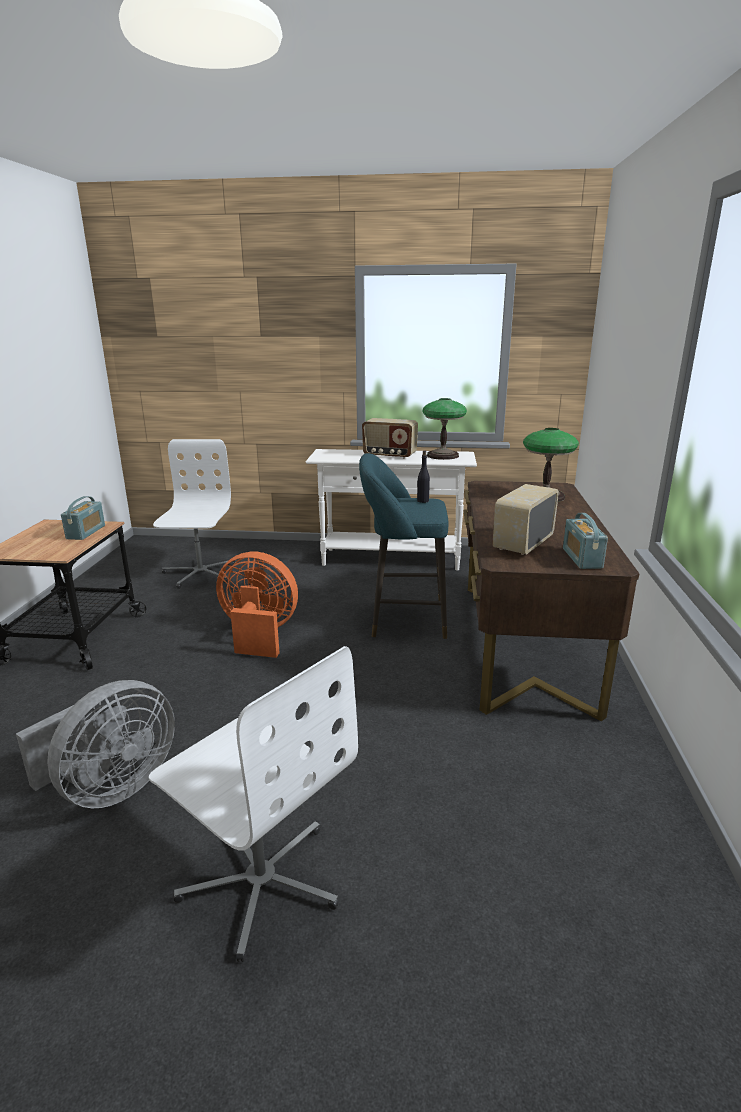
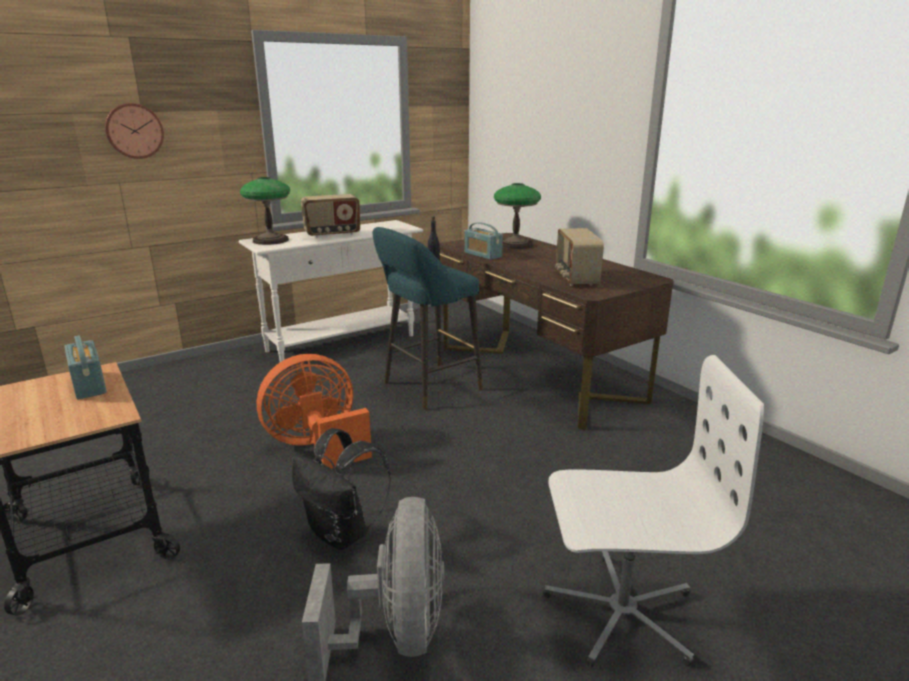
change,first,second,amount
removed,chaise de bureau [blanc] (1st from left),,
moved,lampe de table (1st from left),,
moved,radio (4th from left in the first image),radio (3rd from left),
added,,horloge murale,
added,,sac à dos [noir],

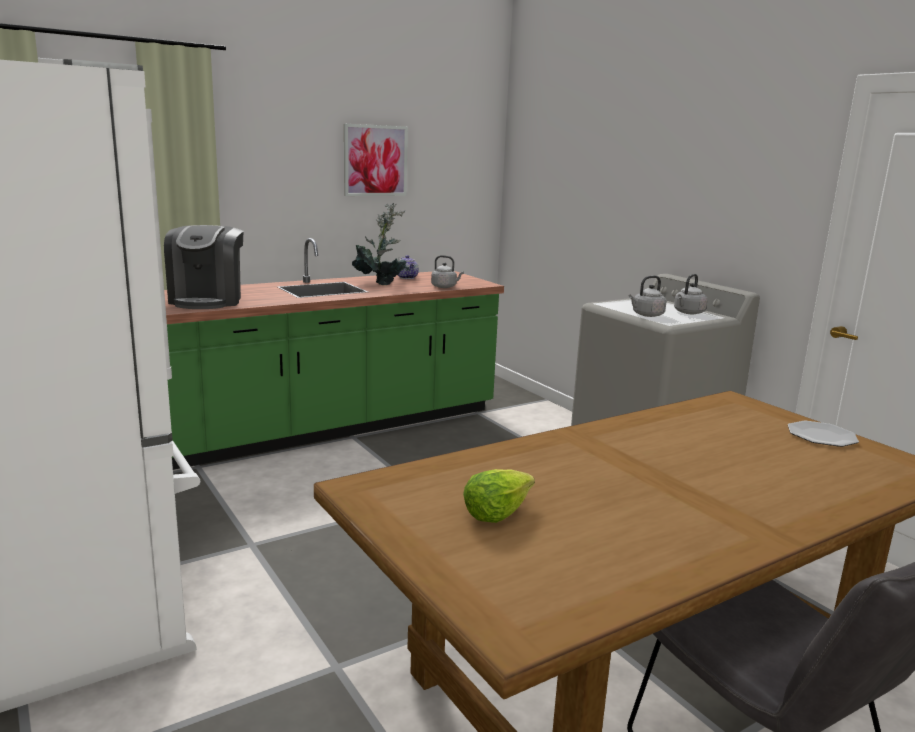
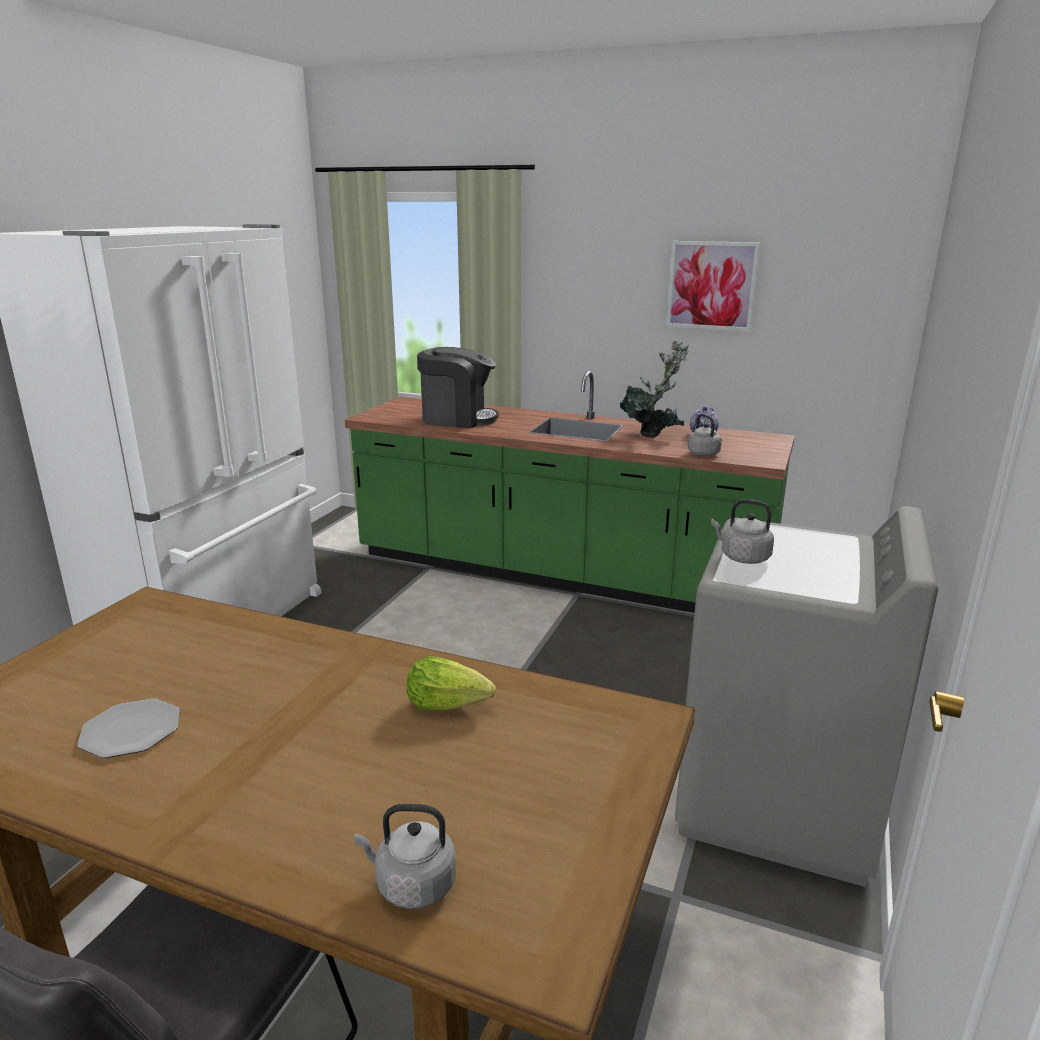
change,first,second,amount
turned,machine à café,,135 degrees counterclockwise
moved,laitue,,
moved,bouilloire [gris] (3rd from left in the first image),bouilloire [gris] (1st from left),
moved,assiette,,

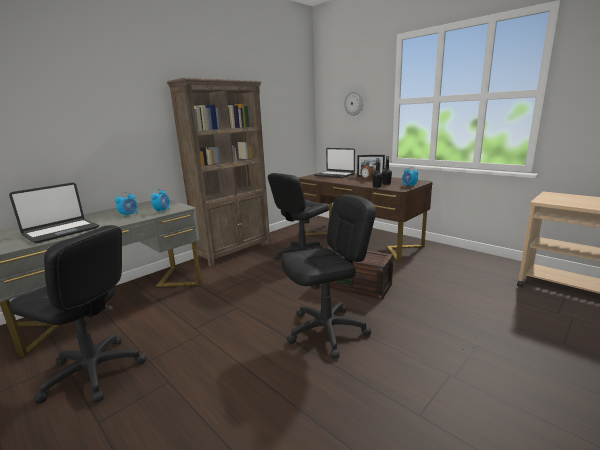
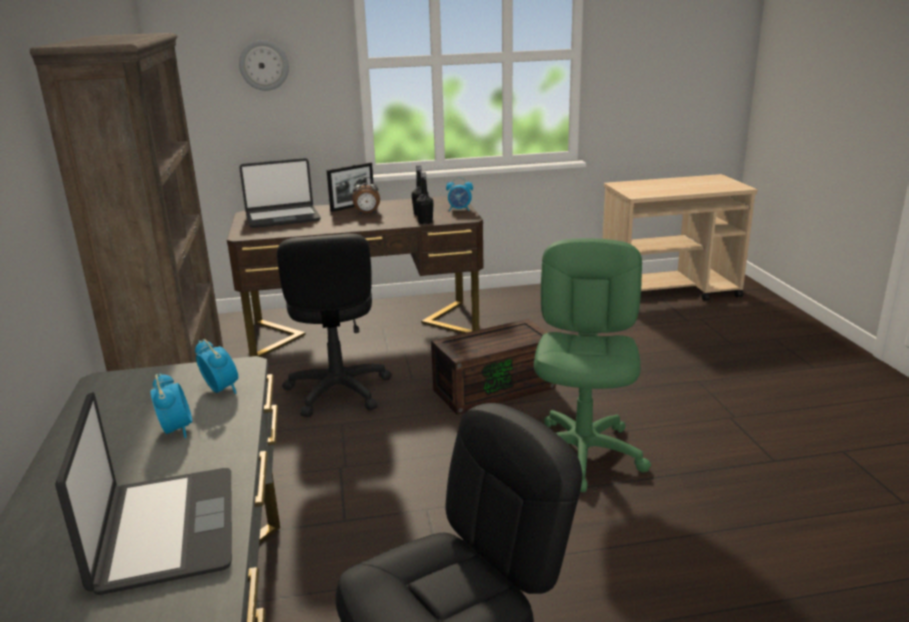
change,first,second,amount
recoloured,chaise de bureau [noir] (3rd from left),chaise de bureau [vert],

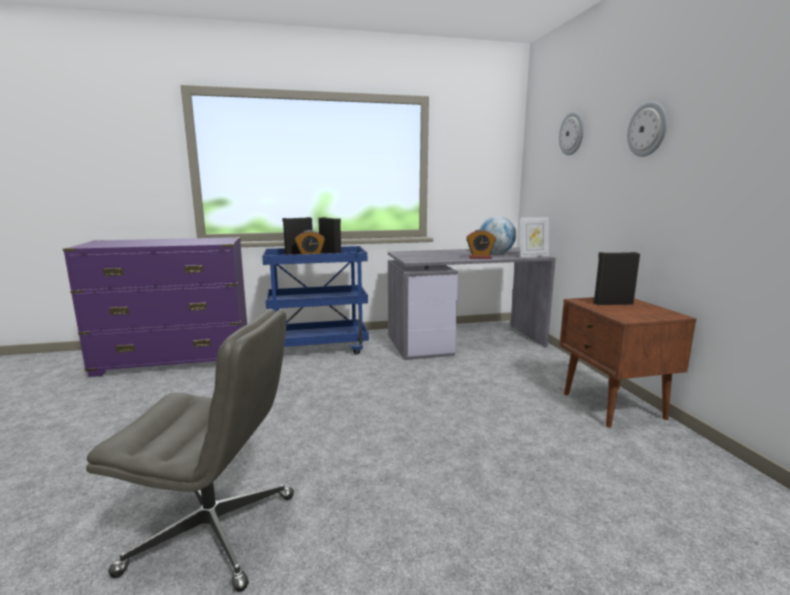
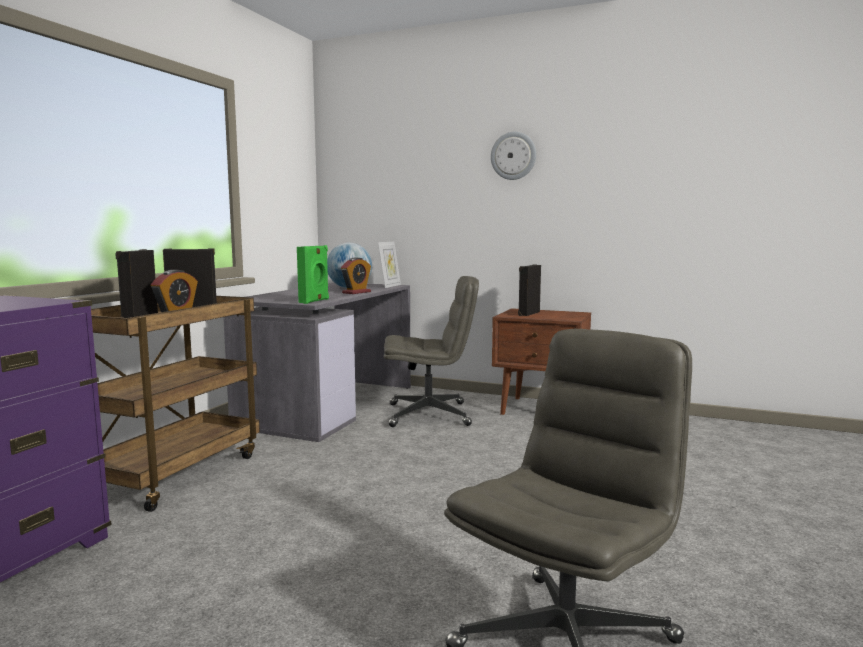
change,first,second,amount
recoloured,chariot [bleu],chariot [marron],
removed,horloge murale (1st from left),,
added,,enceinte [vert],
added,,chaise de bureau [gris] (1st from left),

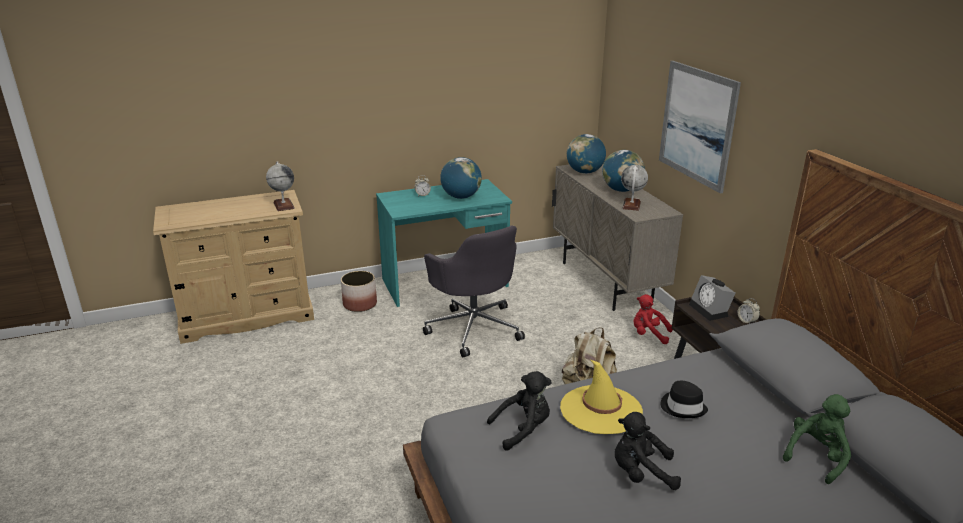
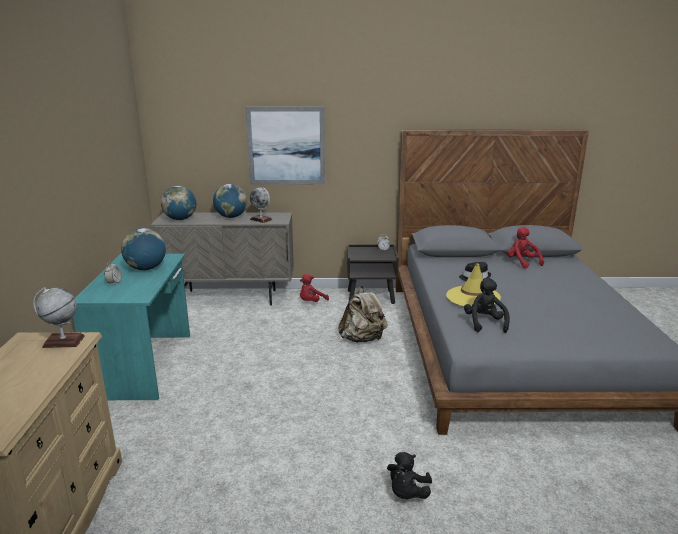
change,first,second,amount
removed,cache-pot,,
removed,chaise de bureau [gris],,
moved,peluche [noir] (2nd from left in the first image),peluche [noir] (1st from left),
removed,réveil (2nd from left),,
recoloured,peluche [vert],peluche [rouge] (2nd from left),

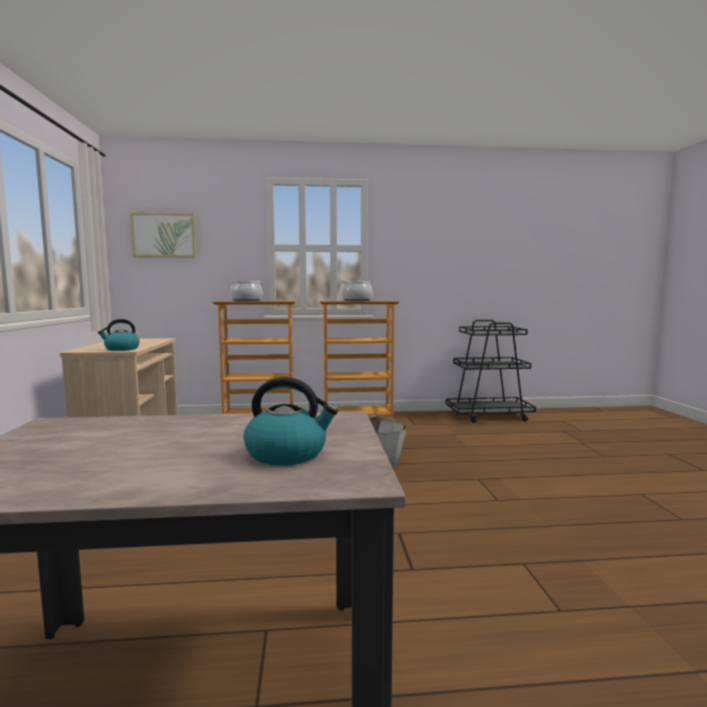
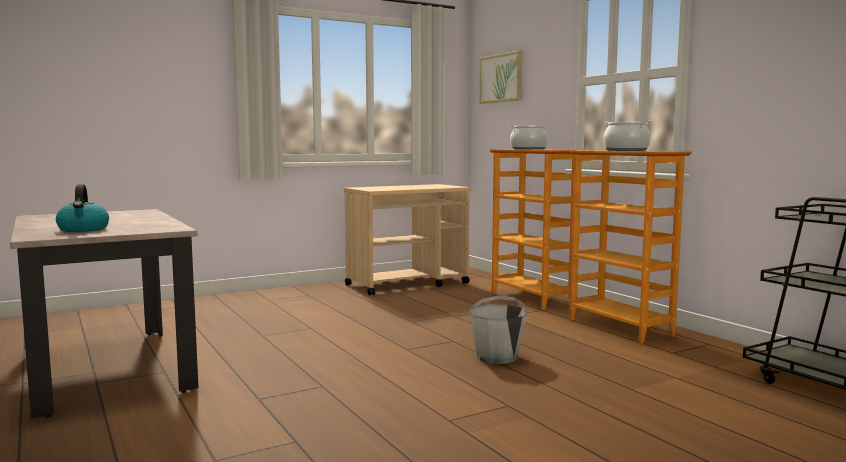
change,first,second,amount
removed,bouilloire (1st from left),,

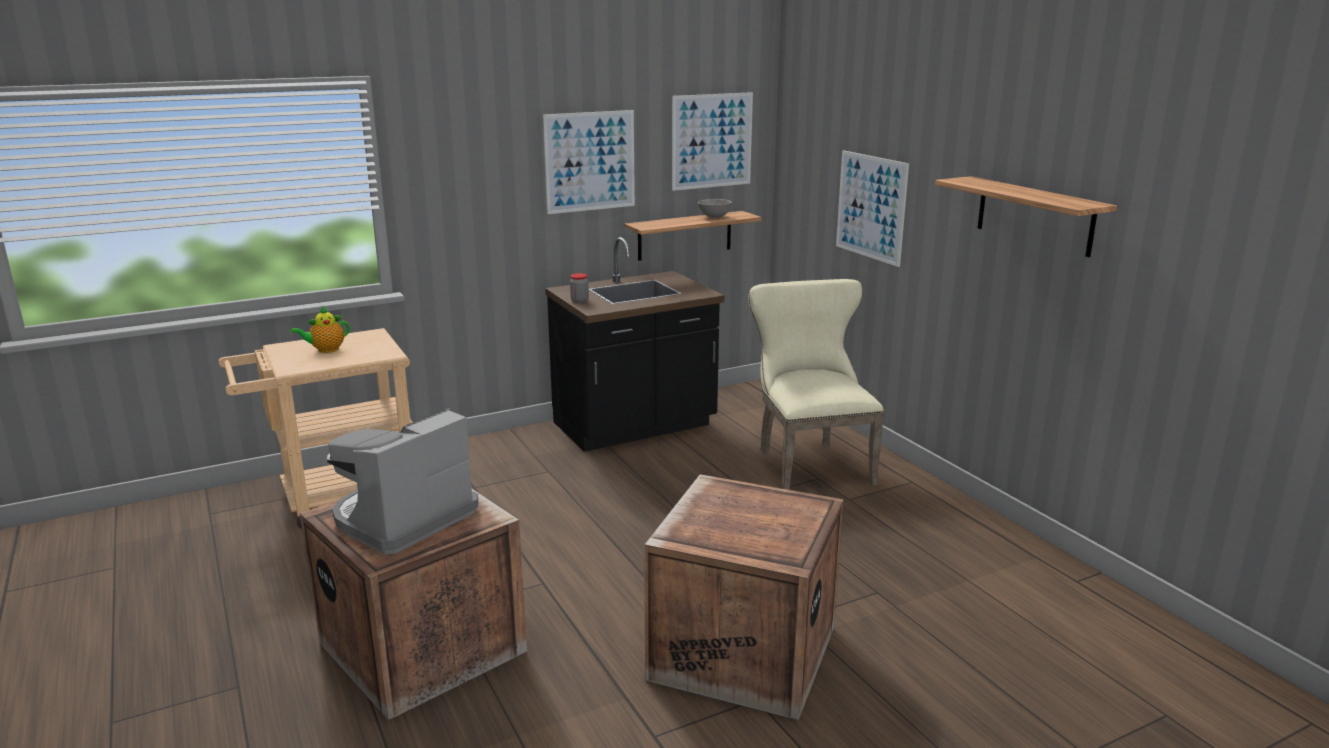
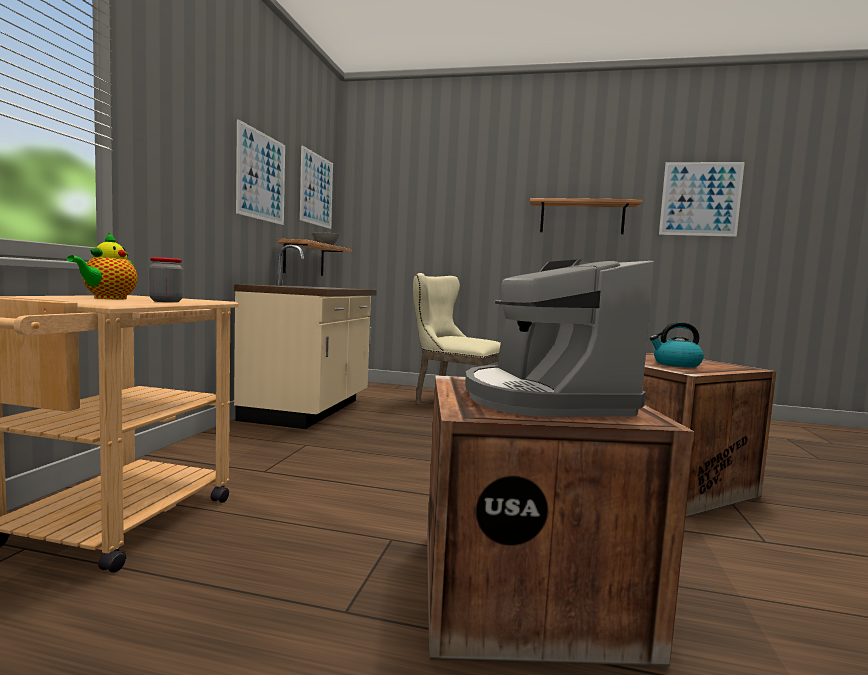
change,first,second,amount
recoloured,comptoir de cuisine [noir],comptoir de cuisine [beige],
moved,bocal,,
moved,tableau (3rd from left),,
added,,bouilloire,

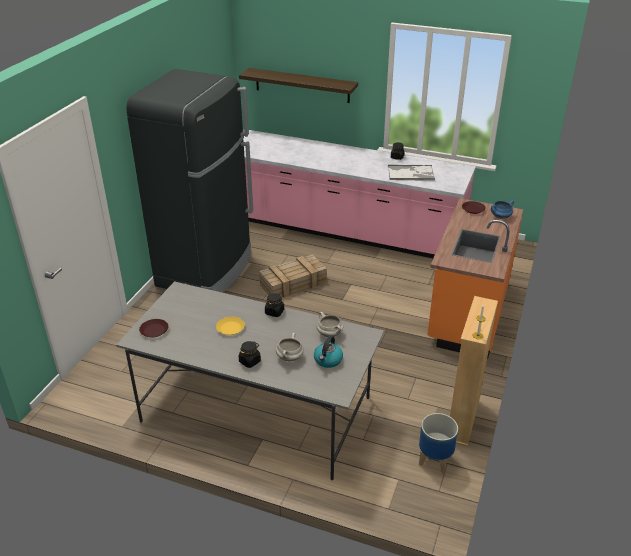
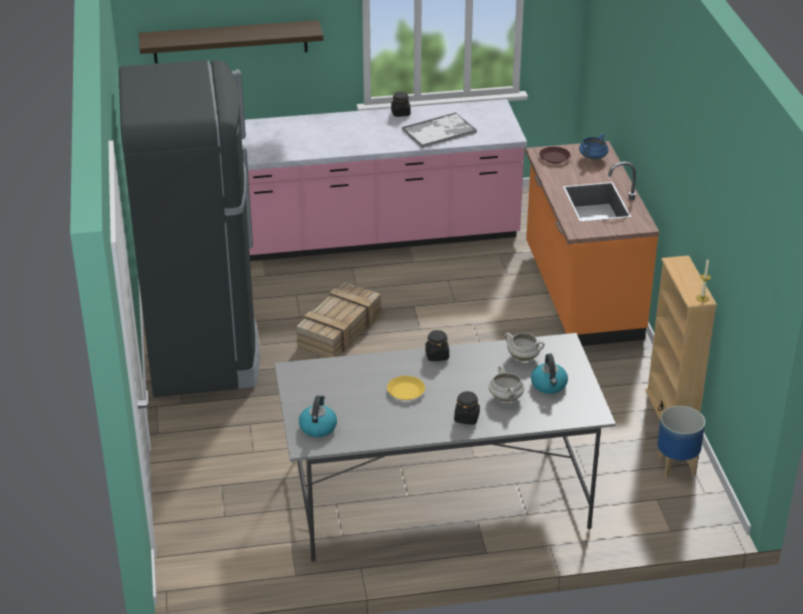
change,first,second,amount
replaced,assiette [marron] (1st from left),bouilloire (1st from left),

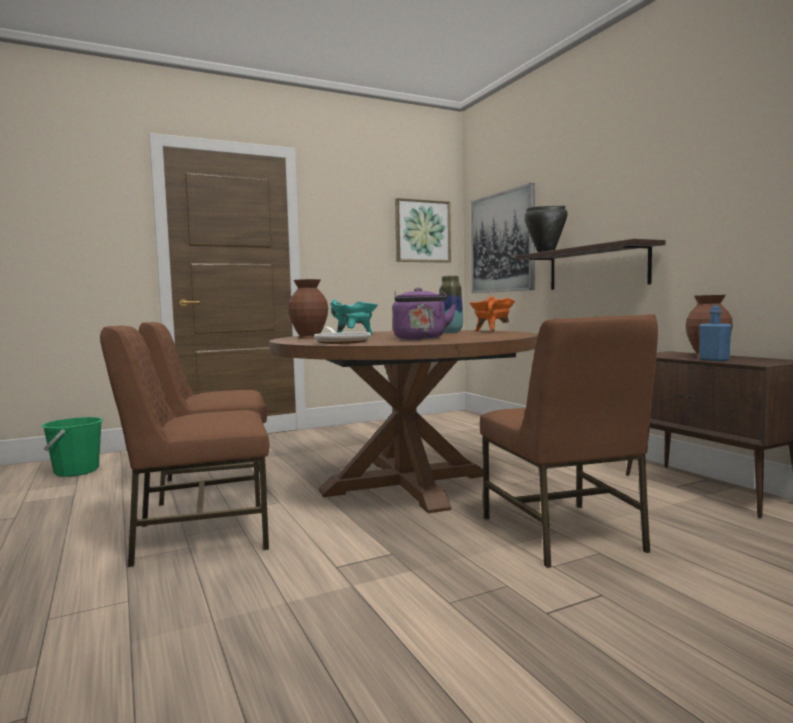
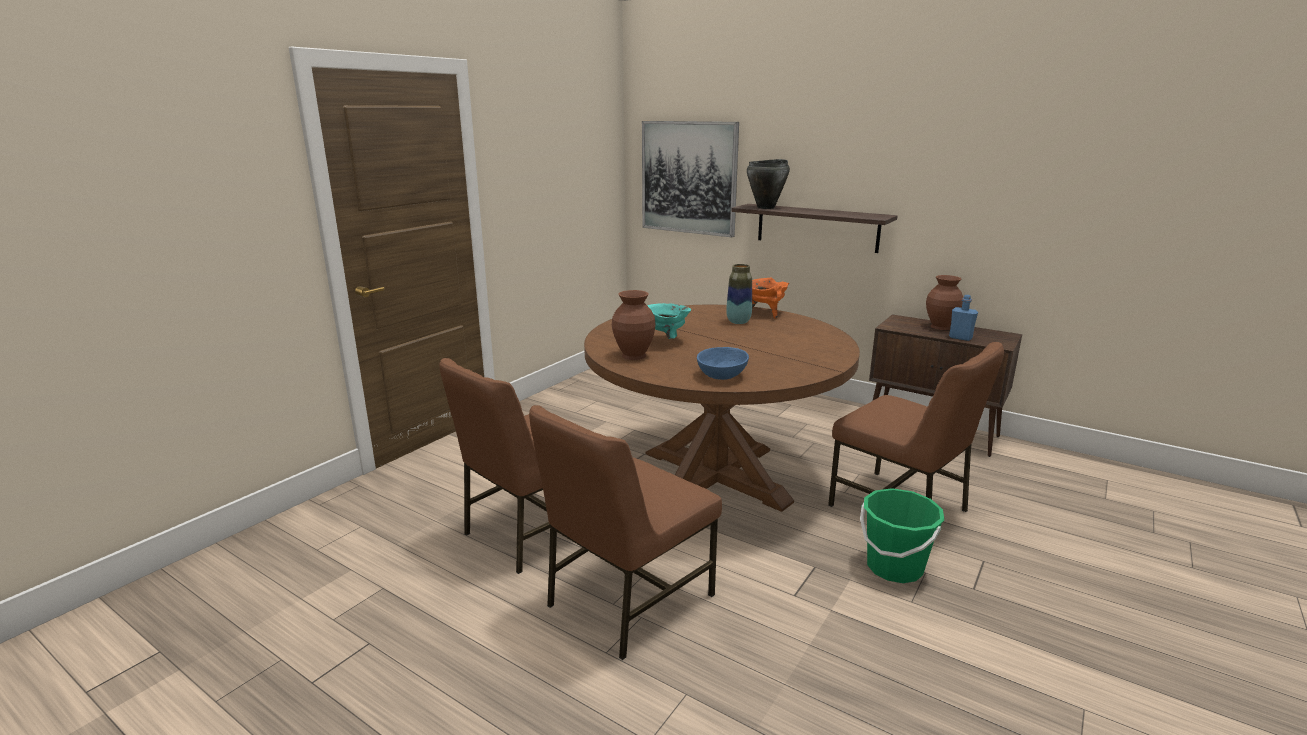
change,first,second,amount
moved,seau [vert],,
replaced,poêle,bol [bleu],
removed,bouilloire [violet],,
removed,tableau (1st from left),,

